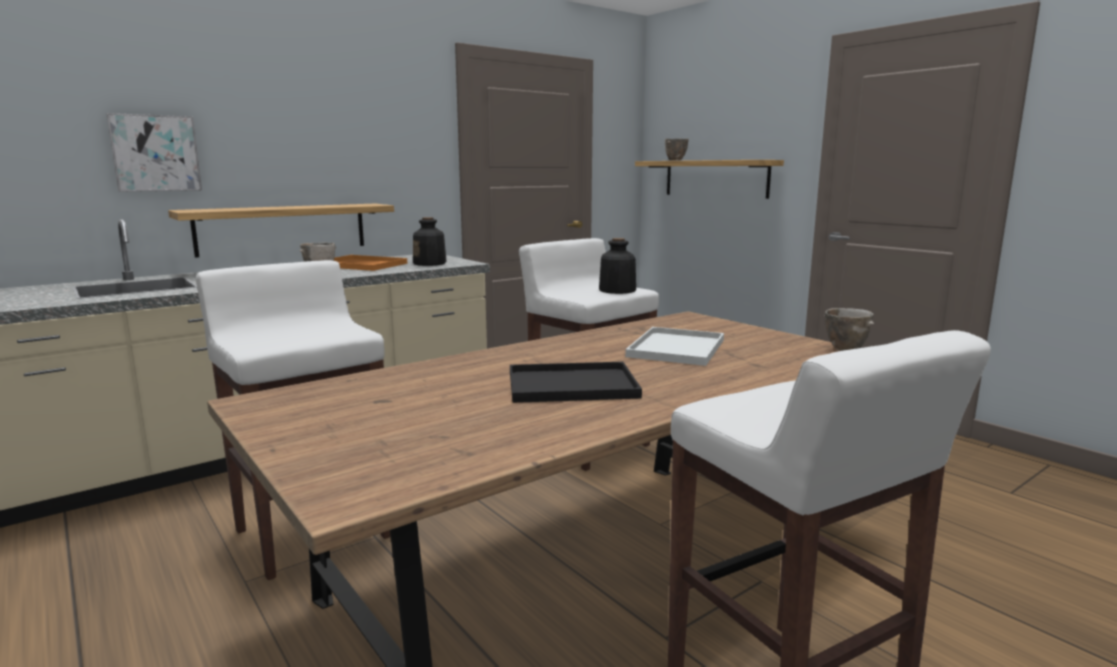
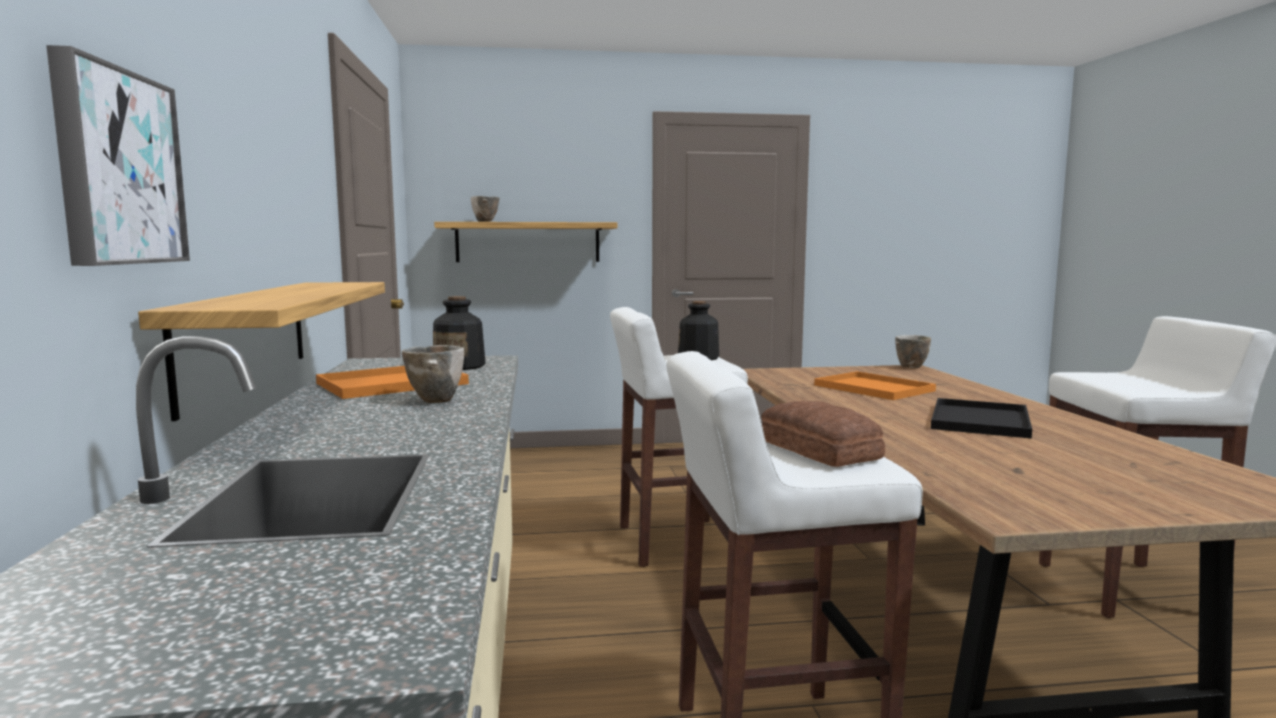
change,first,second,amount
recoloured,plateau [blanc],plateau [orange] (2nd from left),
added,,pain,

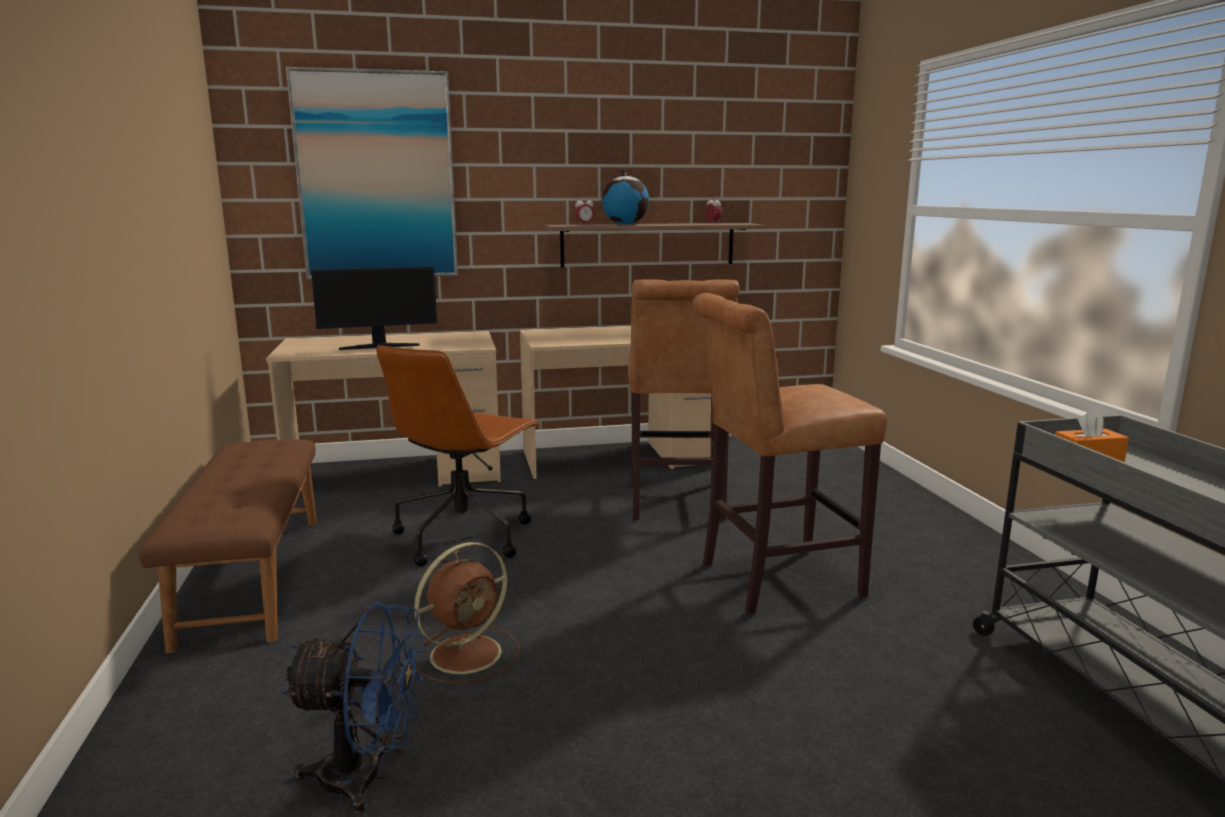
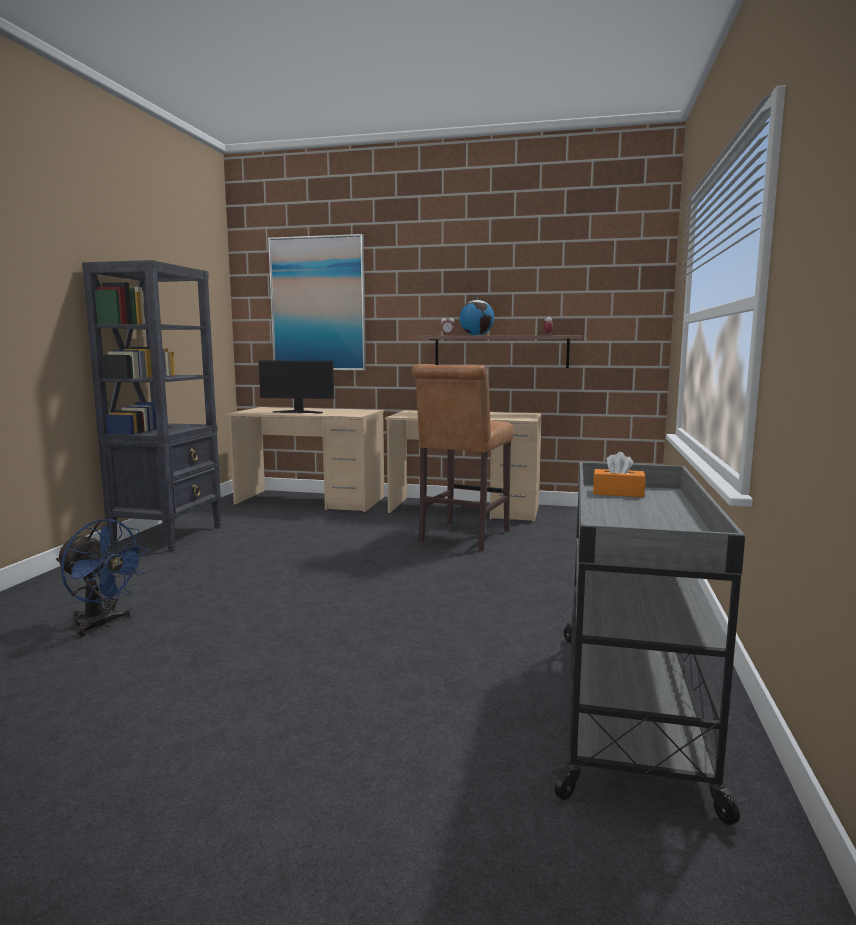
change,first,second,amount
replaced,banc [marron],bibliothèque [noir],
removed,chaise de bureau [marron],,
removed,ventilateur [marron],,
removed,tabouret [marron] (2nd from left),,

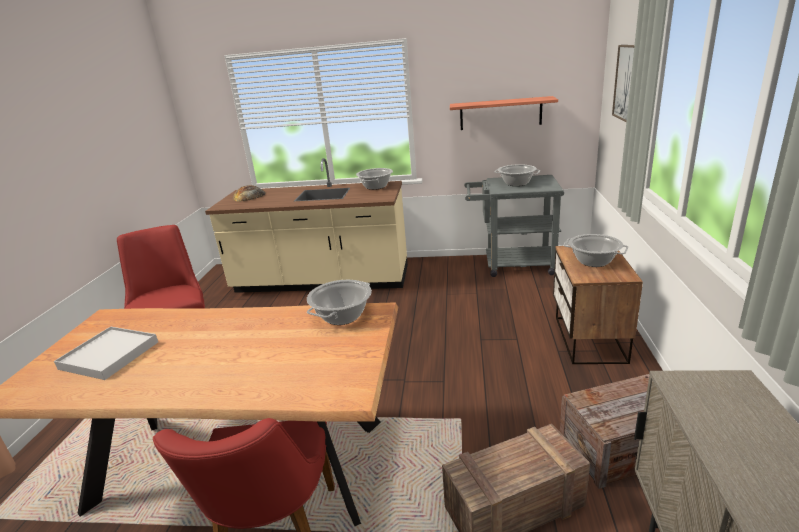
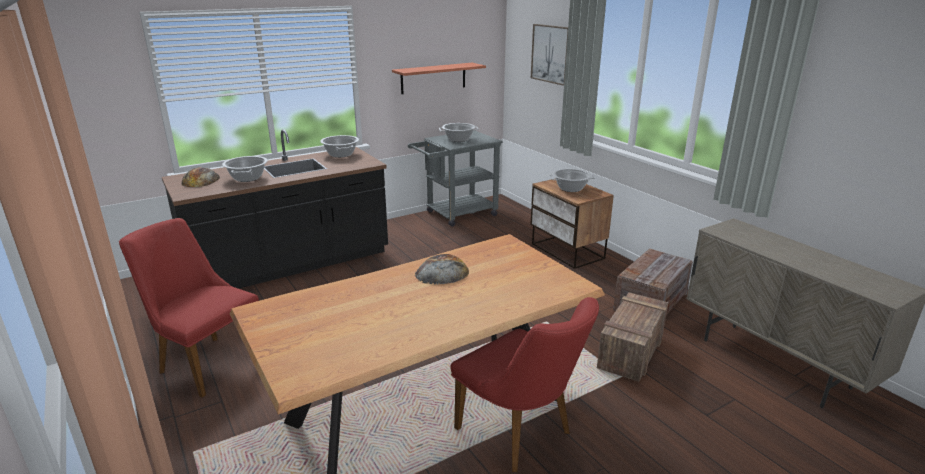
change,first,second,amount
removed,plateau [blanc],,
recoloured,comptoir de cuisine [beige],comptoir de cuisine [noir],
moved,marmite (1st from left),,
added,,pain (2nd from left),

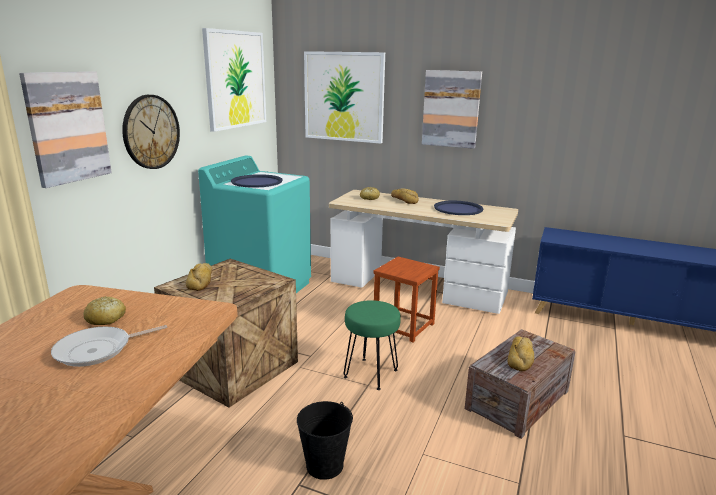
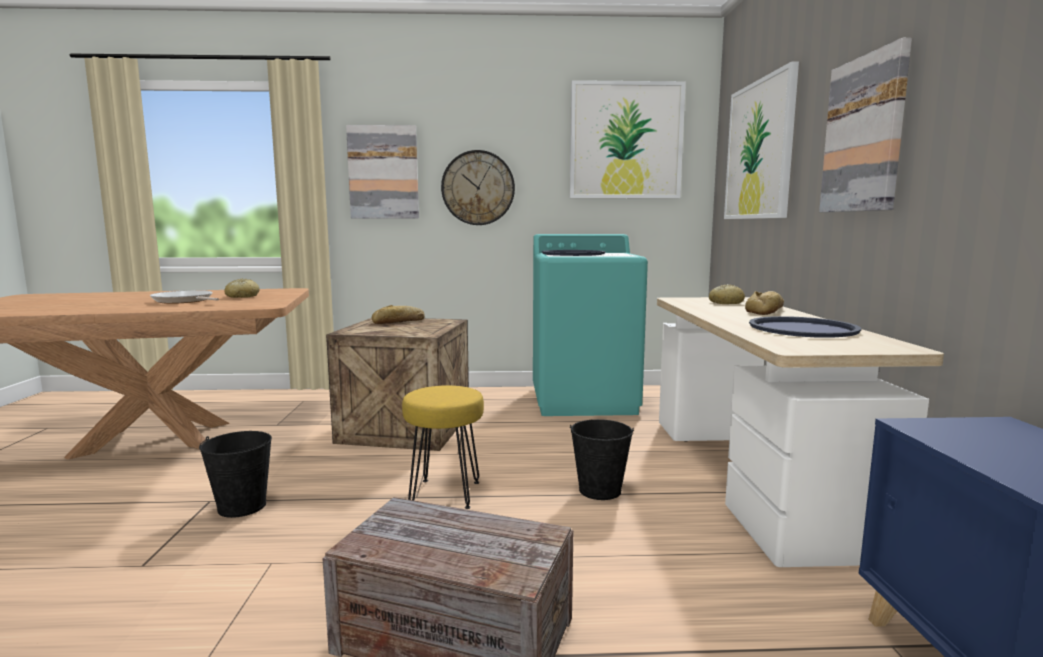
change,first,second,amount
recoloured,tabouret [vert],tabouret [jaune],
replaced,tabouret [marron],seau [noir] (2nd from left),
removed,pain (5th from left),,

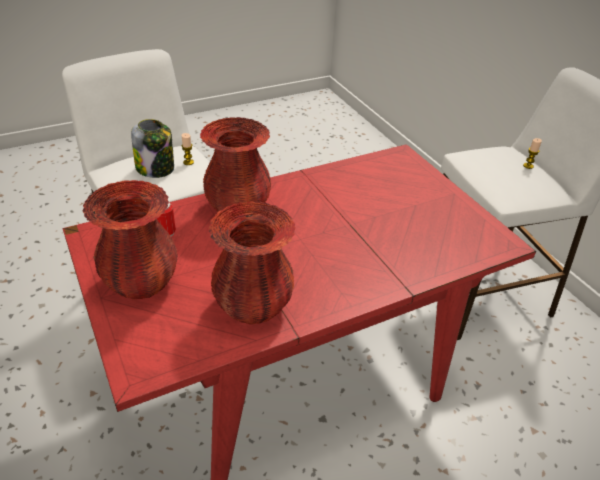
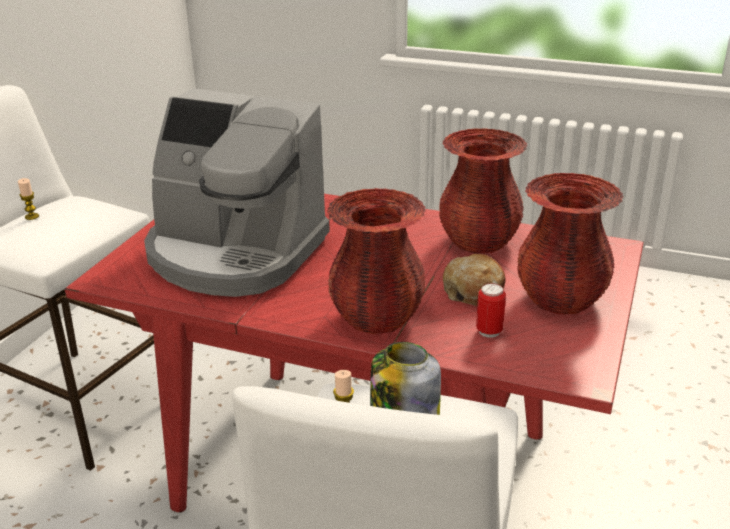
change,first,second,amount
added,,machine à café,
added,,pain,

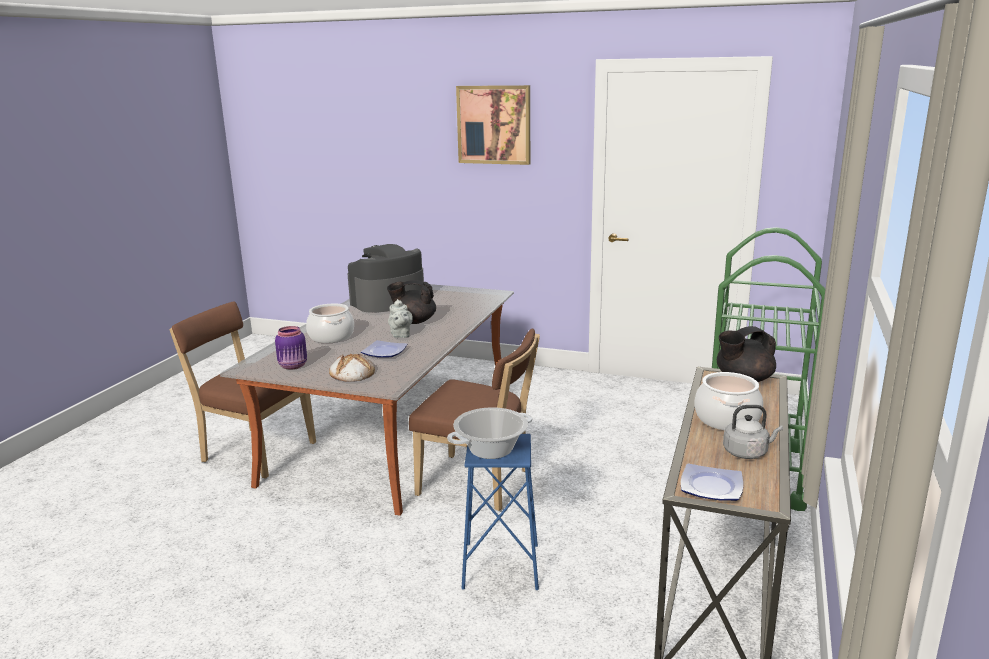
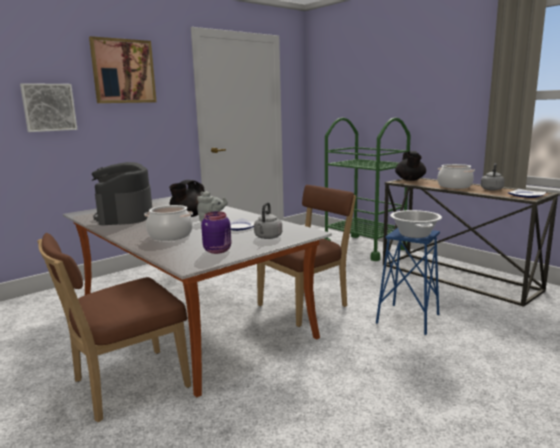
change,first,second,amount
replaced,pain,bouilloire [gris] (1st from left),
added,,tableau (1st from left),

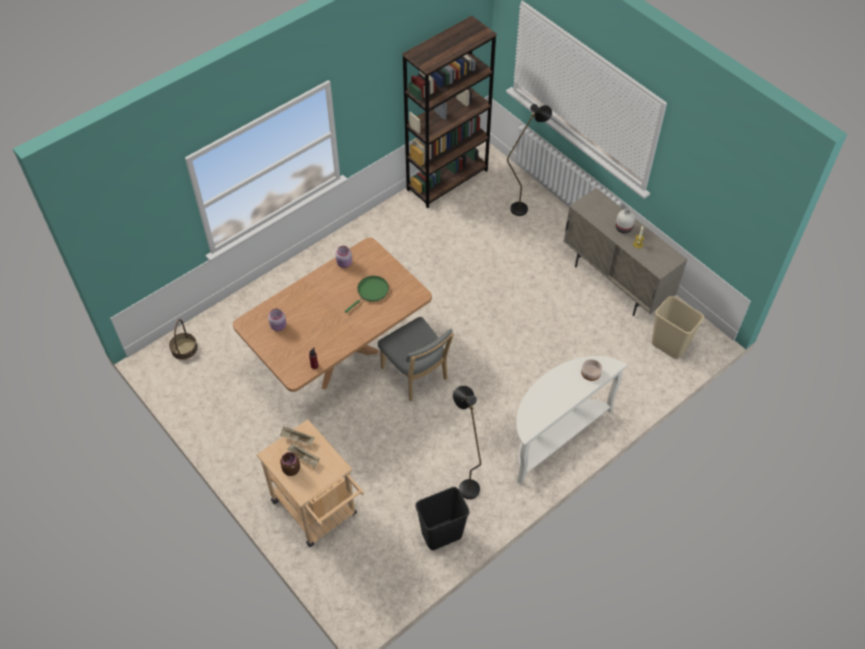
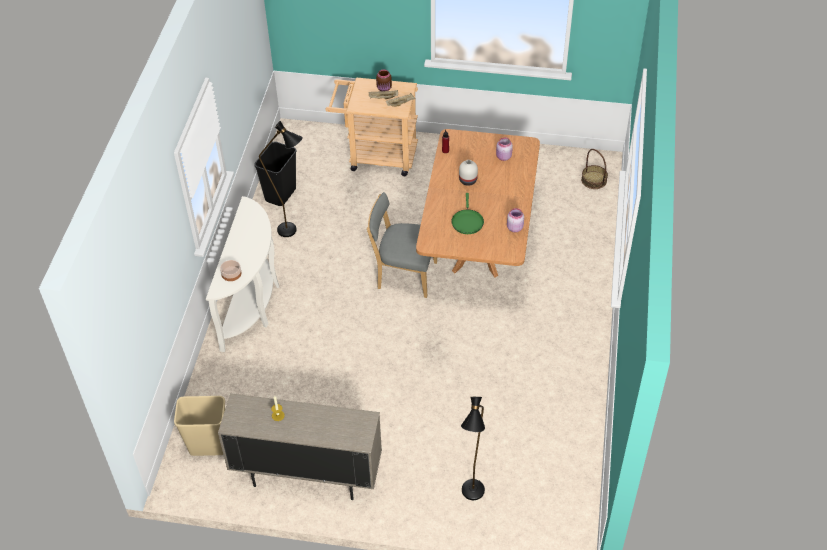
change,first,second,amount
removed,bibliothèque [marron],,
moved,vase [blanc],,

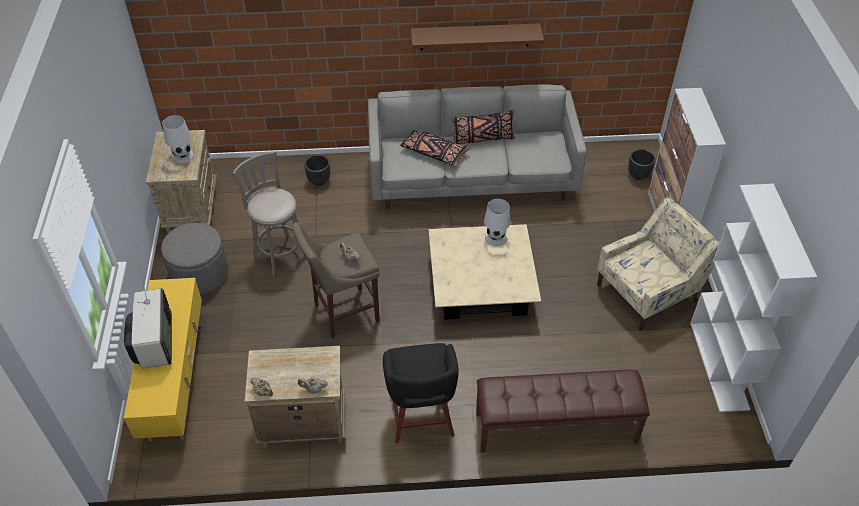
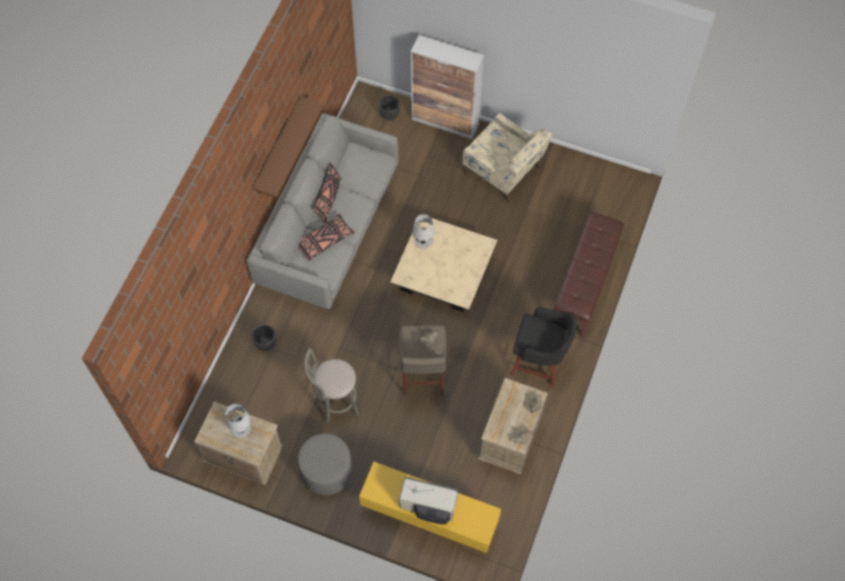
change,first,second,amount
turned,fauteuil [beige],,135 degrees clockwise
removed,bibliothèque [blanc],,

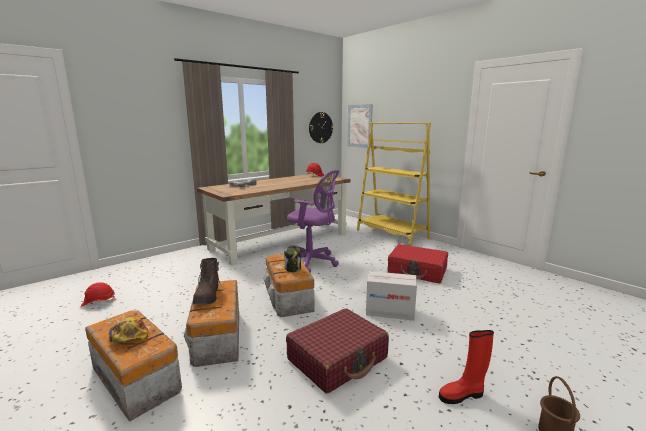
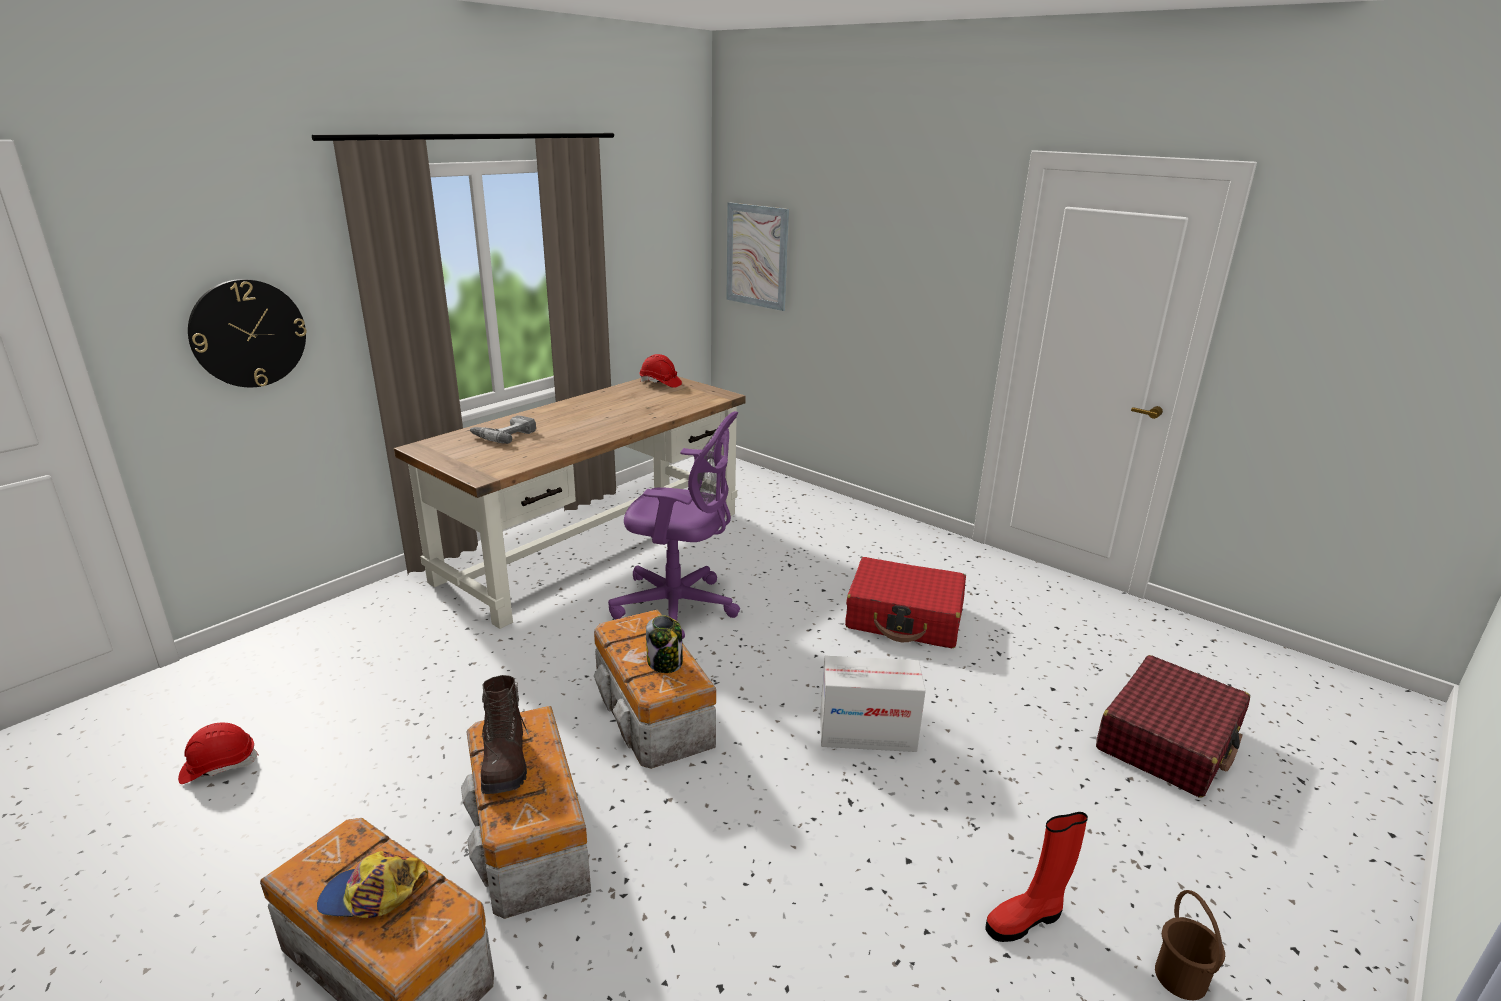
change,first,second,amount
turned,casquette,,45 degrees counterclockwise
moved,valise [rouge] (1st from left in the first image),valise [rouge] (2nd from left),
moved,horloge murale,,
removed,bibliothèque [jaune],,

